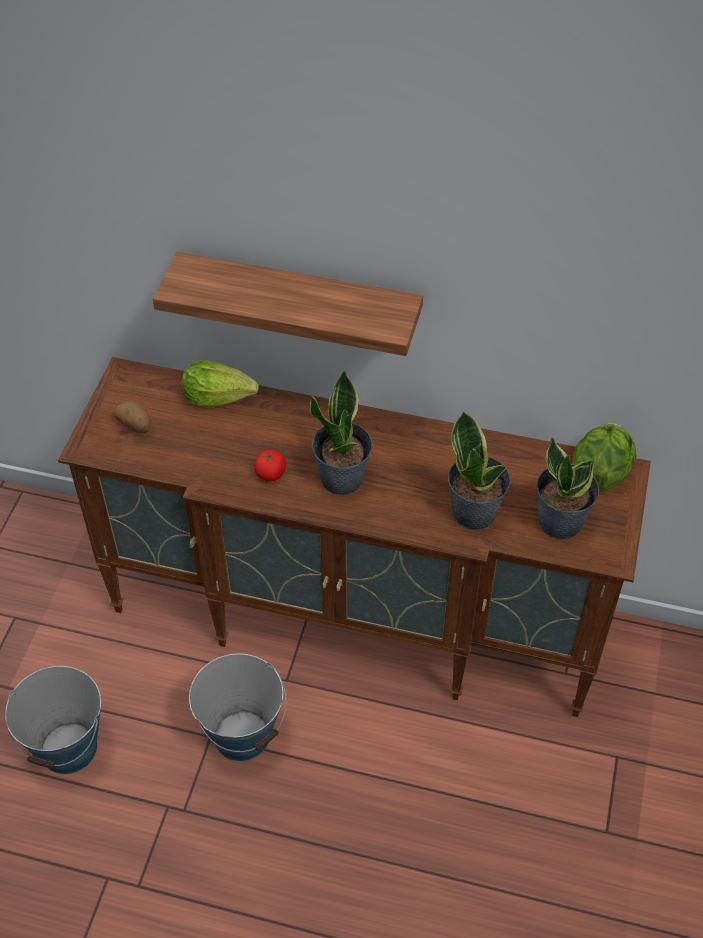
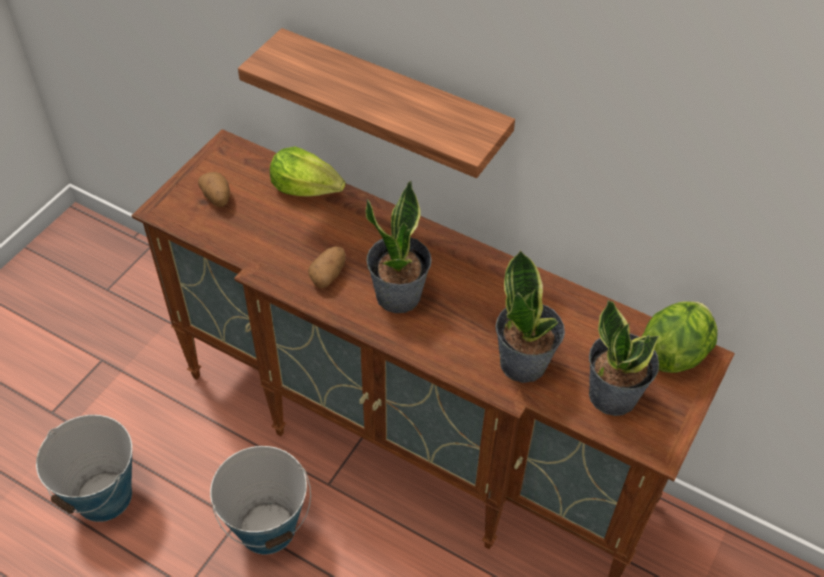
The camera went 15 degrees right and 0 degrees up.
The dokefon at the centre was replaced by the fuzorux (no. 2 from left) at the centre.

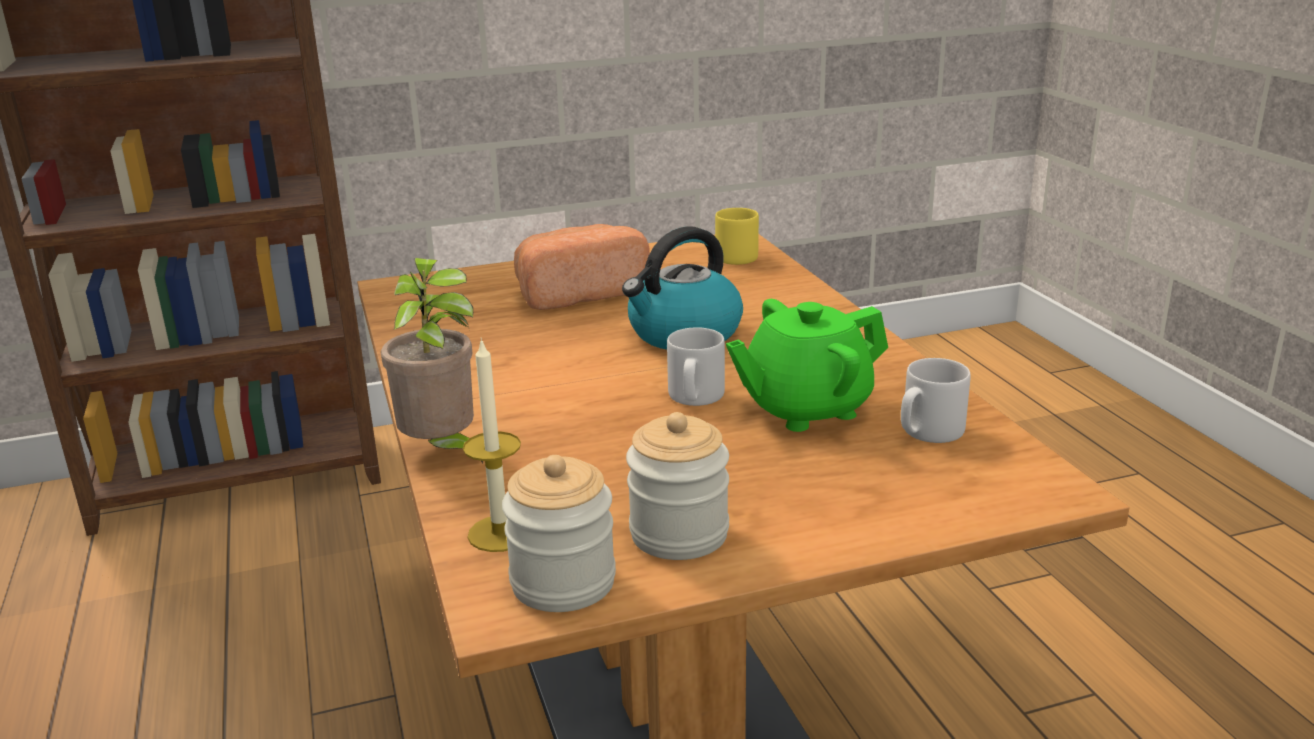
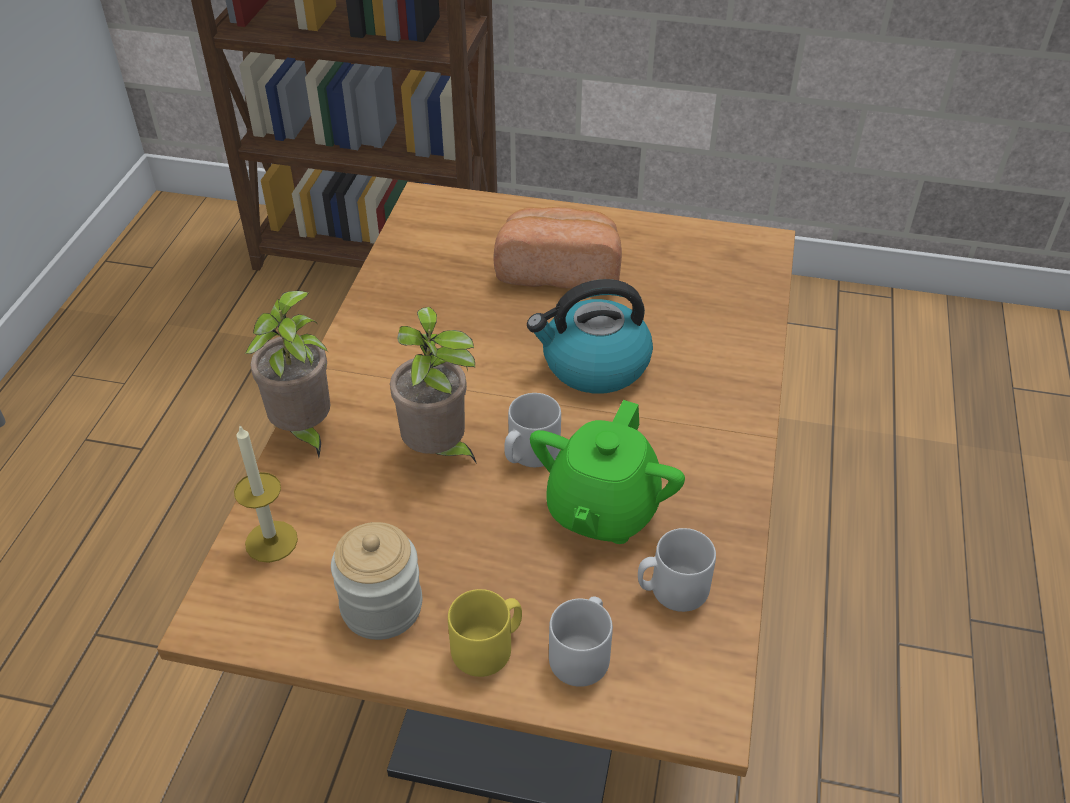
The camera went 30 degrees right and 20 degrees up.
The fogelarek (no. 1 from left) at the bottom centre disappeared.
The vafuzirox (no. 2 from left) at the centre appeared.
The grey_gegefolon (no. 2 from left) at the bottom centre appeared.
The yellow_gegefolon moved from the top centre to the bottom centre.
The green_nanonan at the centre turned 75 degrees counterclockwise.

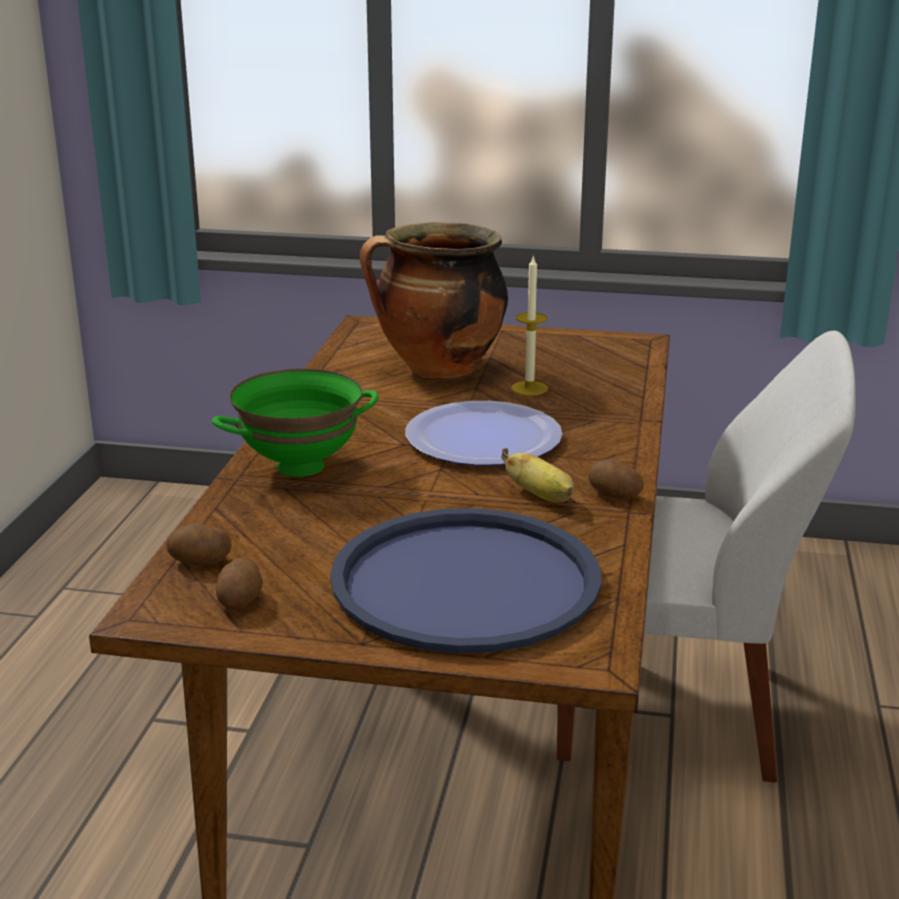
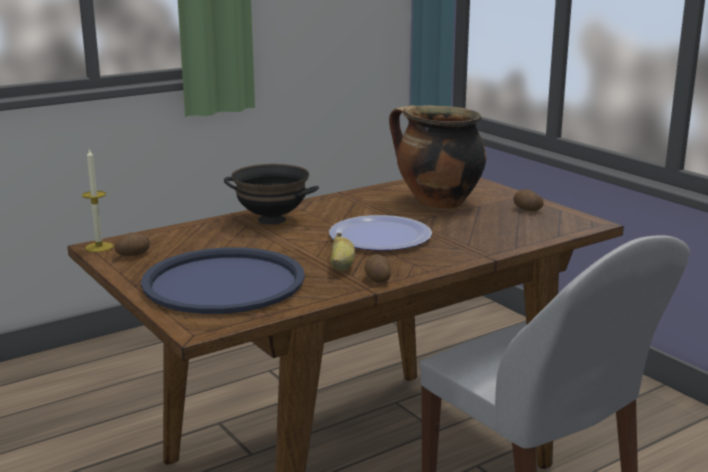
The camera went 45 degrees right and 5 degrees down.
The fuzorux (no. 1 from left in the first image) moved from the middle left to the middle right.
The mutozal moved from the centre to the middle left.
The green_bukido at the middle left became the black_bukido at the centre.

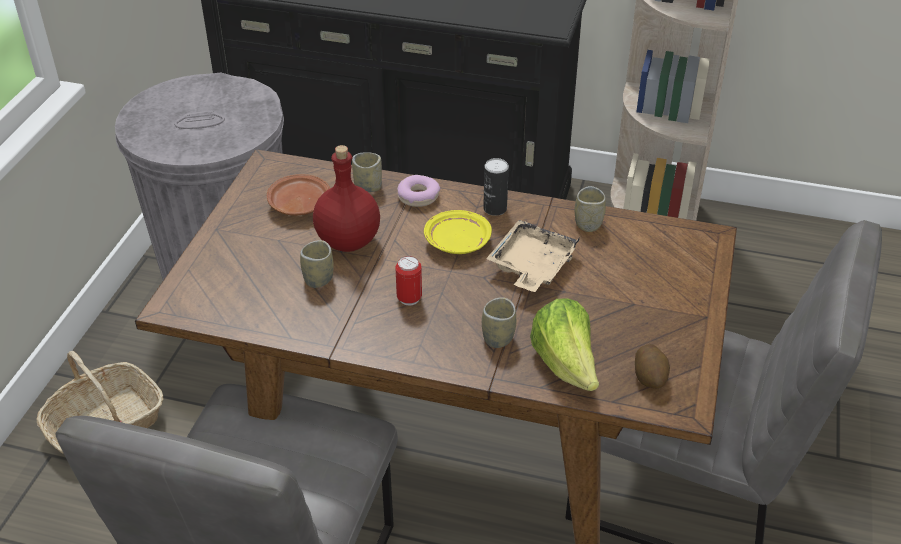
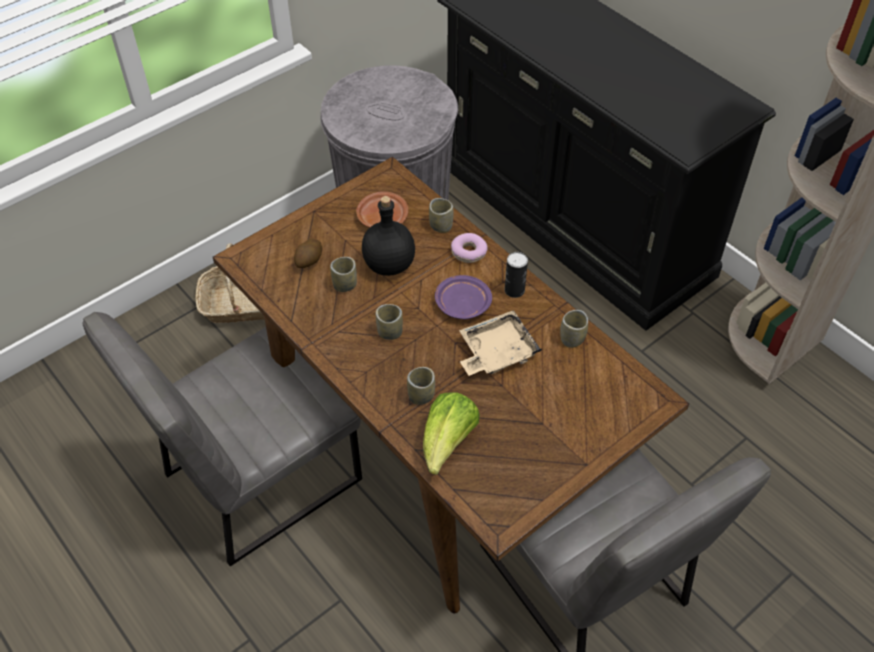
The camera went 35 degrees right and 10 degrees up.
The fuzorux moved from the bottom right to the centre.
The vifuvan (no. 1 from left) at the centre was replaced by the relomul (no. 2 from left) at the centre.
The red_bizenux at the centre became the black_bizenux at the centre.
The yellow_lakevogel at the centre became the purple_lakevogel at the centre.

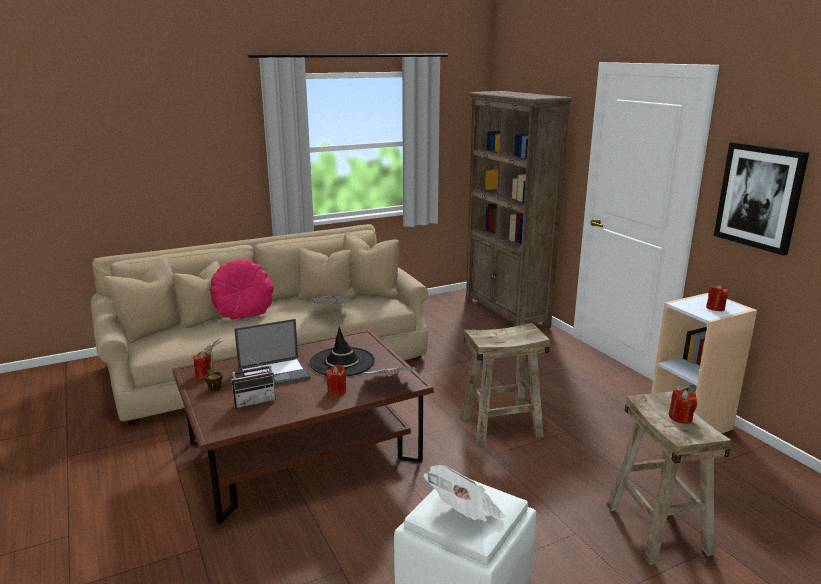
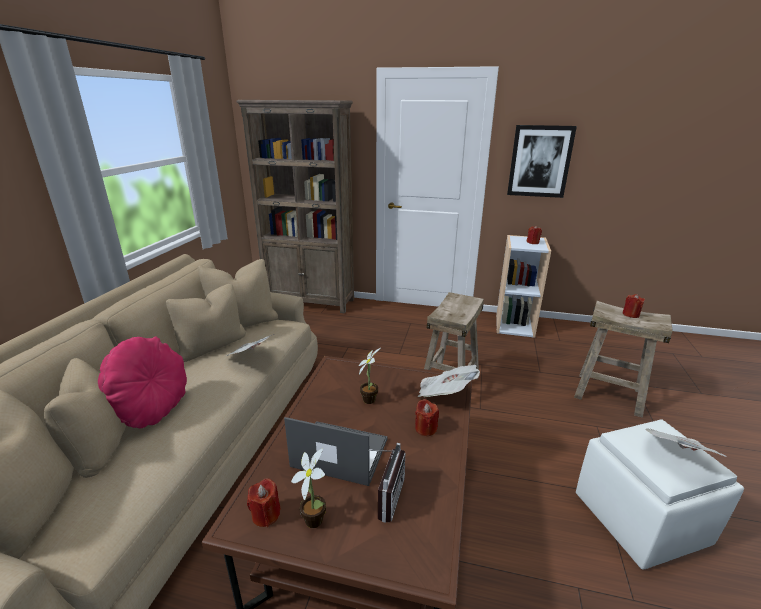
The camera went 50 degrees left and 5 degrees up.
The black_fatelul at the centre was replaced by the vafuzirox (no. 2 from left) at the centre.
The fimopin at the middle left turned 90 degrees counterclockwise.

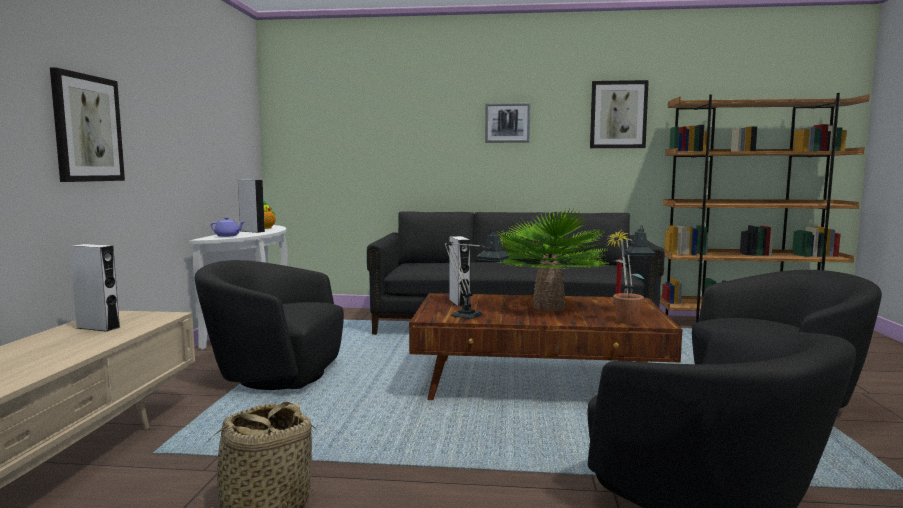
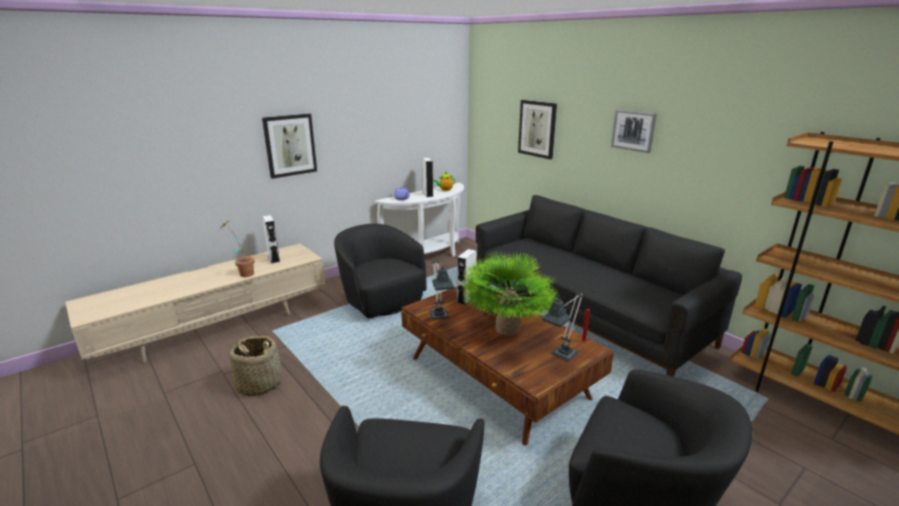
The camera went 45 degrees right and 15 degrees up.
The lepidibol (no. 3 from left in the first image) moved from the top right to the top centre.
The vafuzirox (no. 2 from left in the first image) moved from the middle right to the middle left.

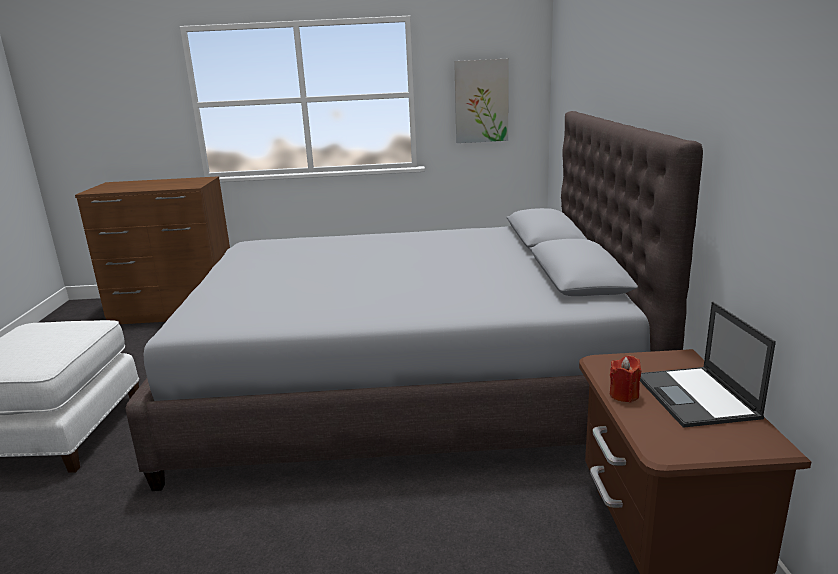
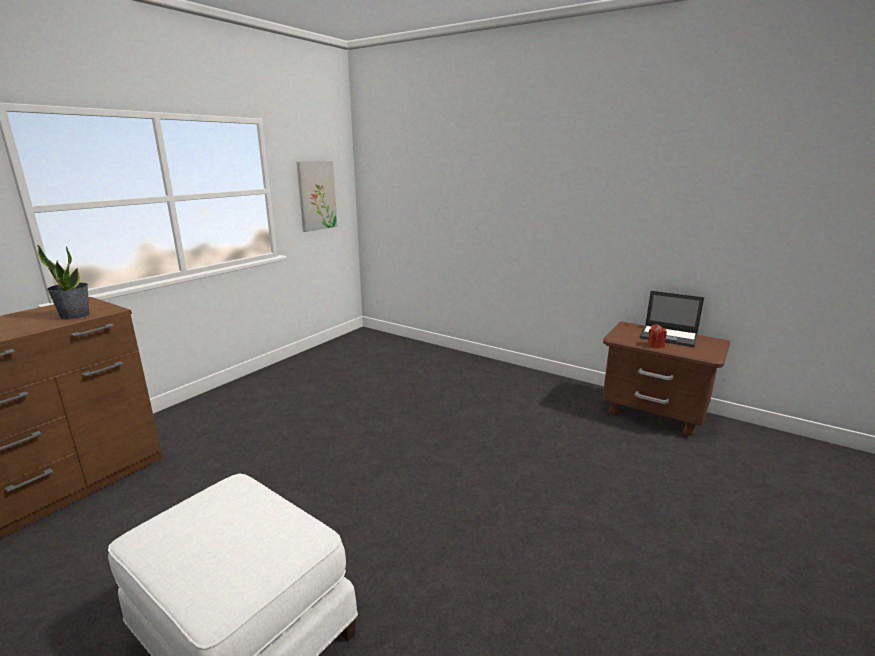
The camera went 55 degrees left and 0 degrees up.
The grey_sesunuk at the centre disappeared.
The vafuzirox at the middle left appeared.

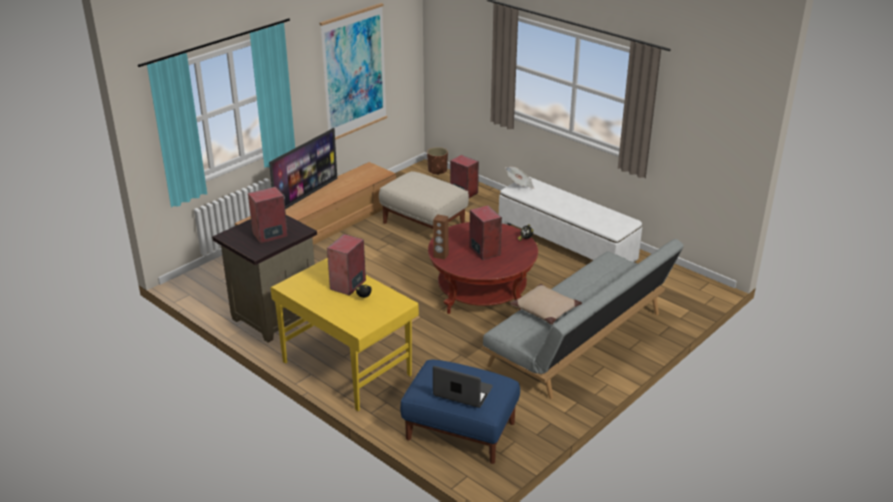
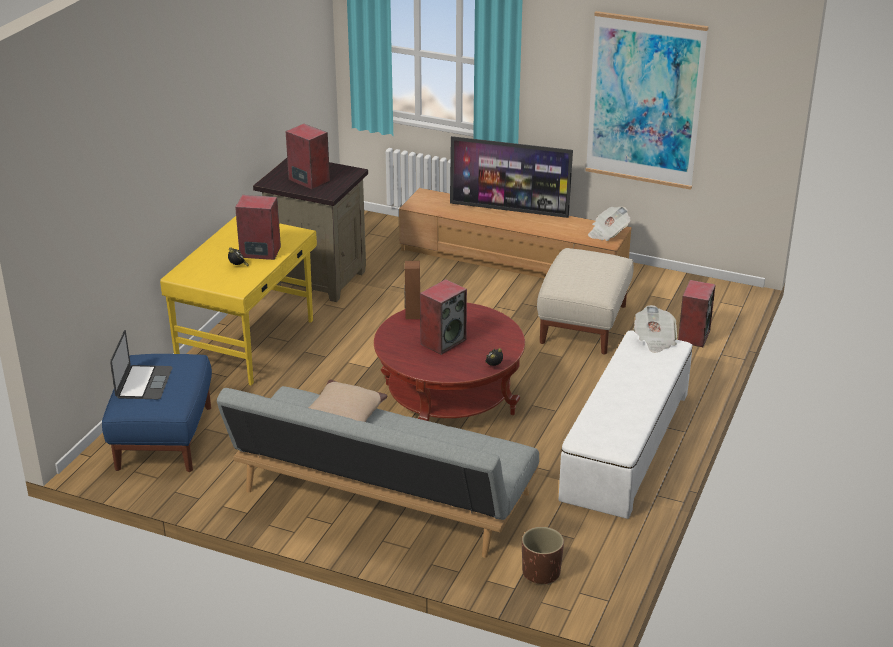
The camera went 70 degrees right and 0 degrees up.
The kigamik (no. 1 from left) at the middle right appeared.
The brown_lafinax moved from the top centre to the bottom centre.

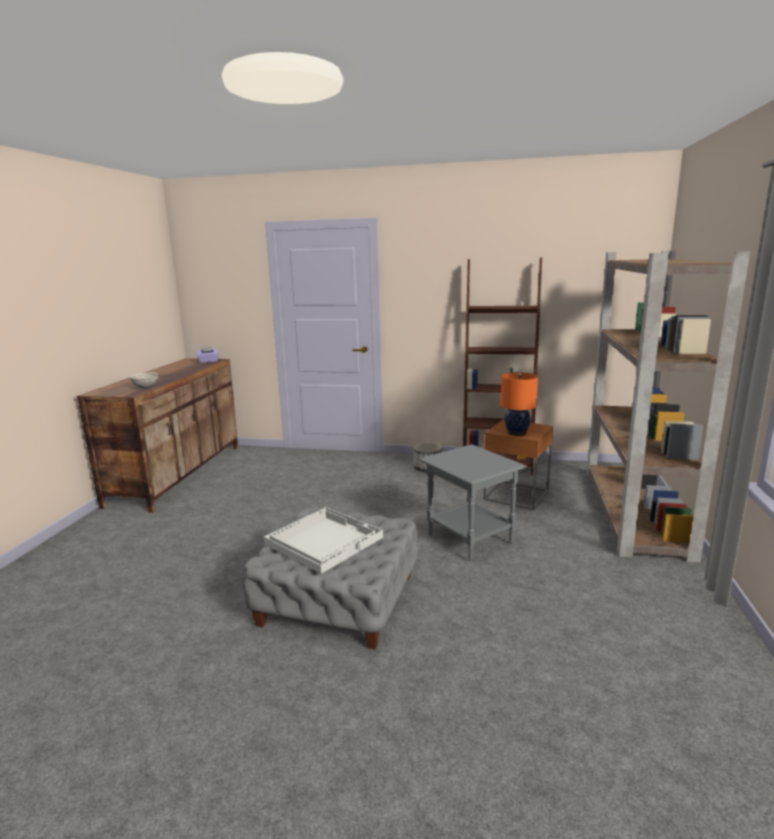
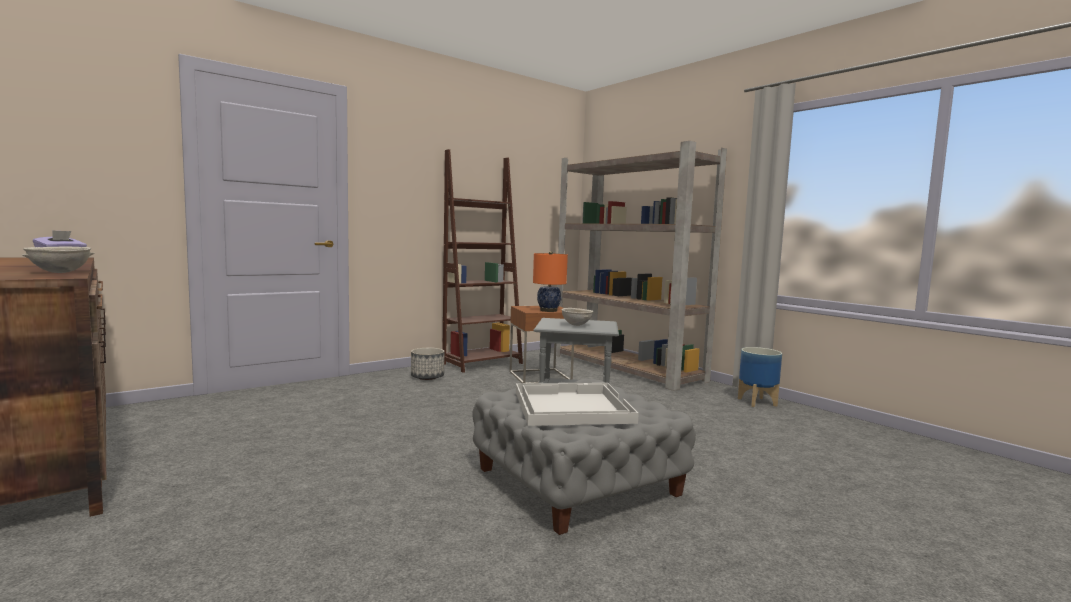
The camera went 50 degrees left and 10 degrees down.
The grey_bukido (no. 2 from left) at the centre appeared.
The lafinax (no. 2 from left) at the middle right appeared.

